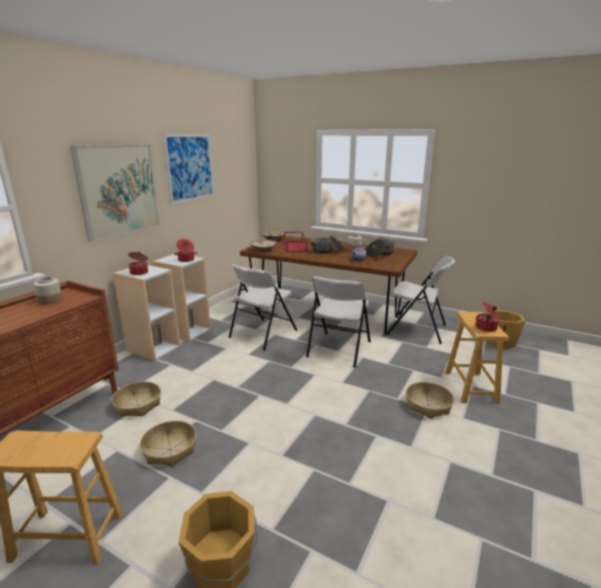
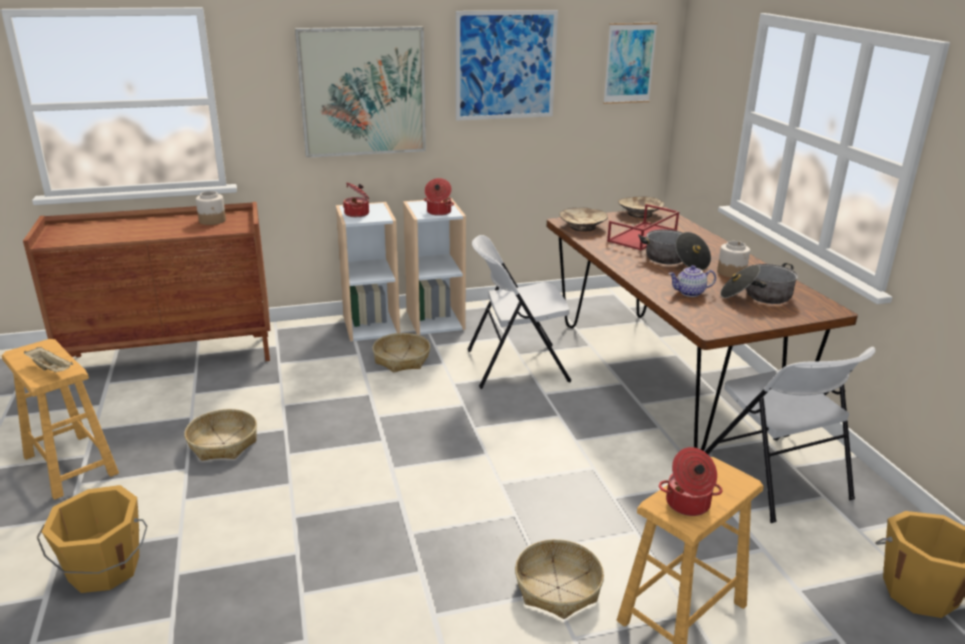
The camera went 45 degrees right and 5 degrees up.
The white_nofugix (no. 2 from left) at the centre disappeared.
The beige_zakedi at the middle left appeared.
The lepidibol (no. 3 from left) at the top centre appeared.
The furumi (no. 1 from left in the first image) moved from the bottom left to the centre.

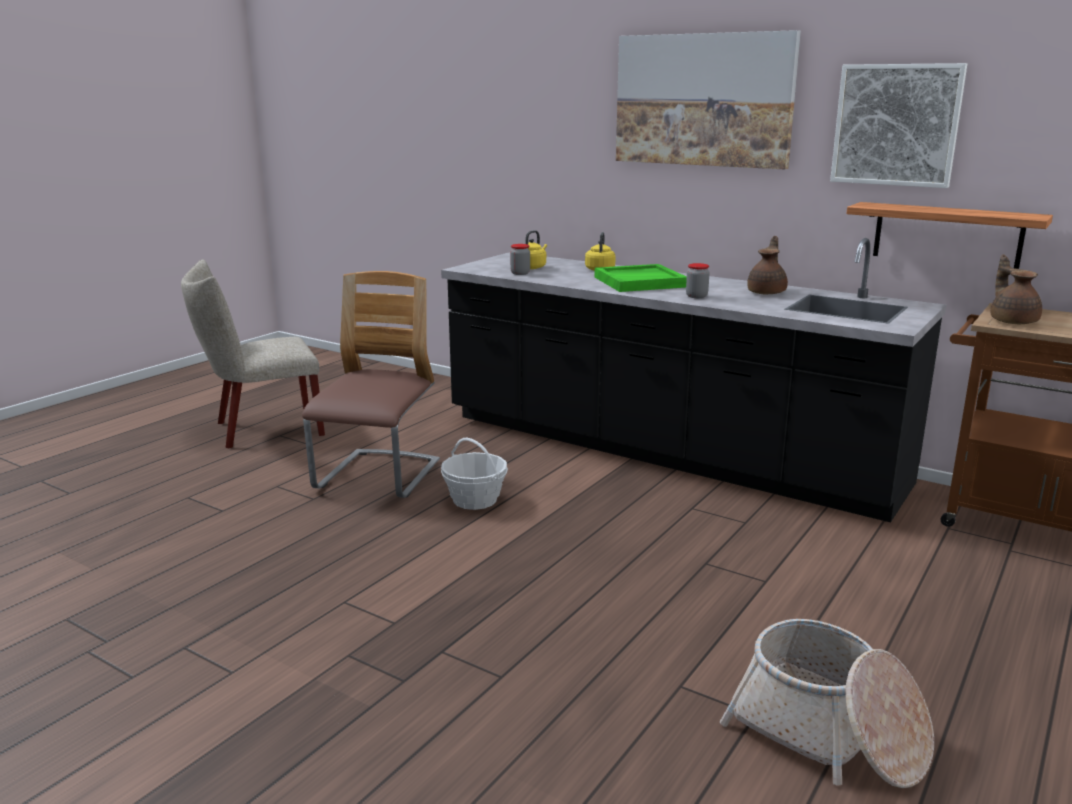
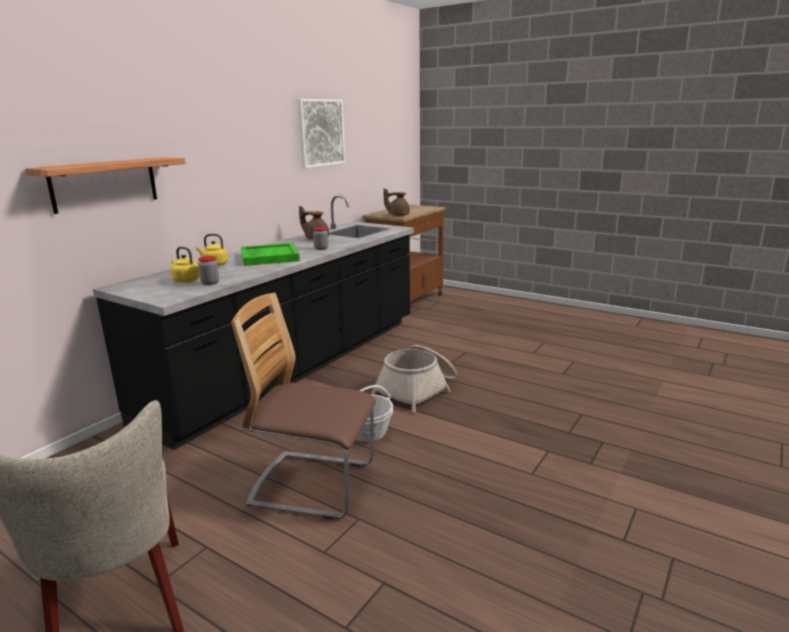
The camera went 90 degrees left and 0 degrees up.
The lepidibol (no. 1 from left) at the top centre disappeared.
The furumi (no. 2 from left) moved from the bottom right to the centre.
The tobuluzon moved from the top right to the top left.

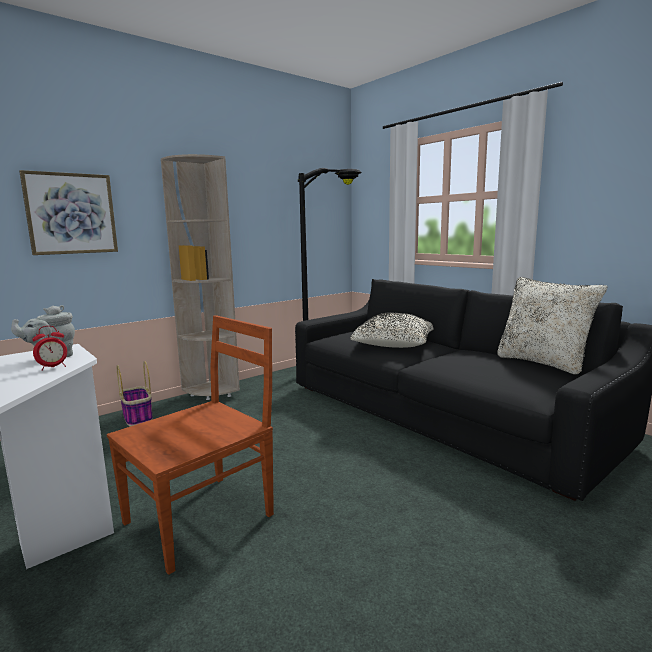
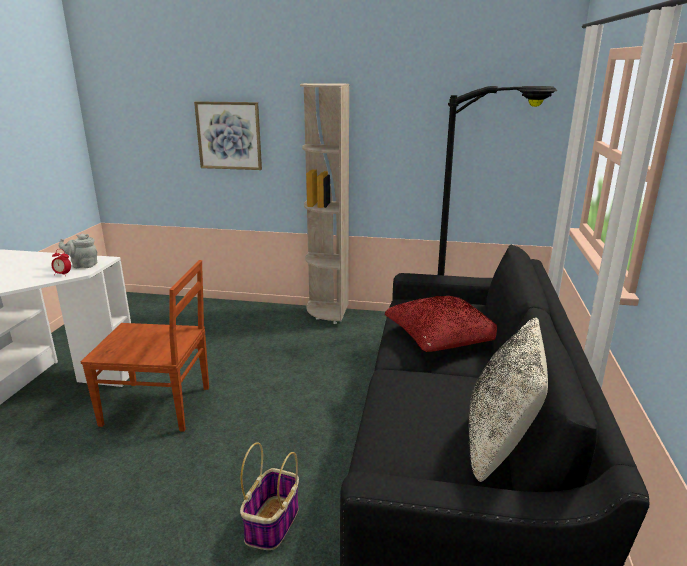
The camera went 50 degrees right and 10 degrees up.
The furumi moved from the middle left to the bottom centre.
The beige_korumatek (no. 1 from left) at the centre became the red_korumatek at the centre.

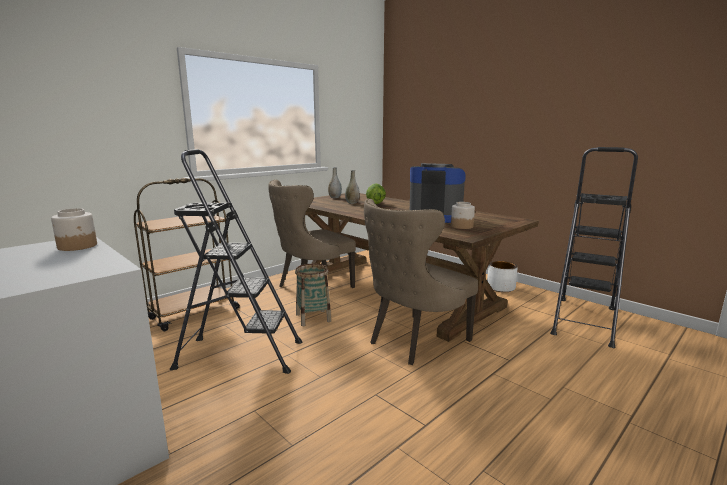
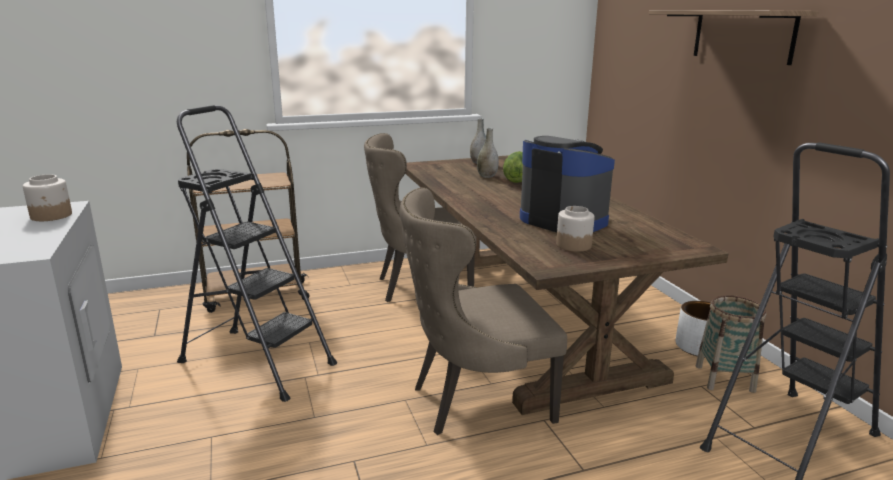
The camera went 25 degrees right and 5 degrees up.
The tobuluzon at the top right appeared.
The furumi moved from the centre to the bottom right.

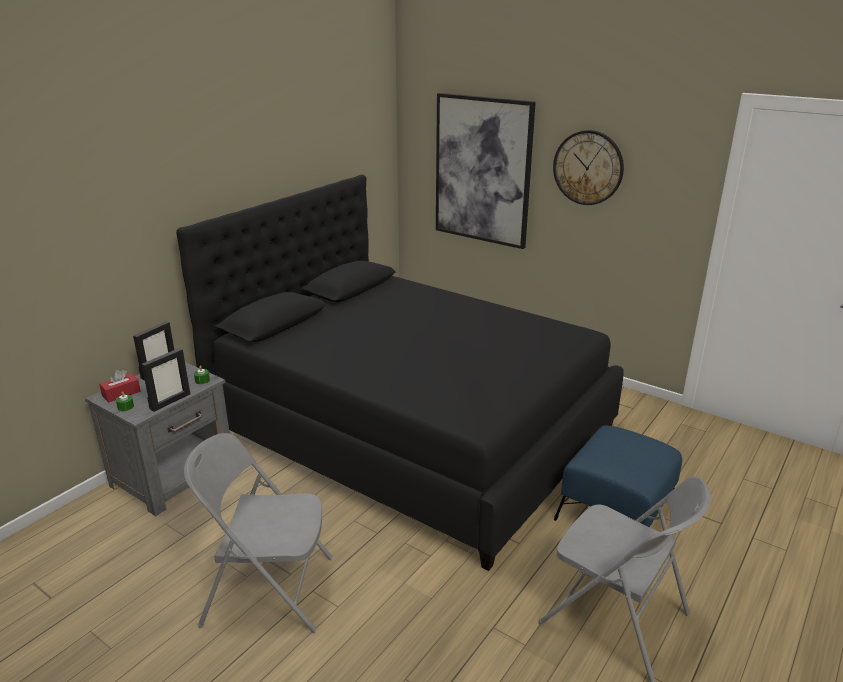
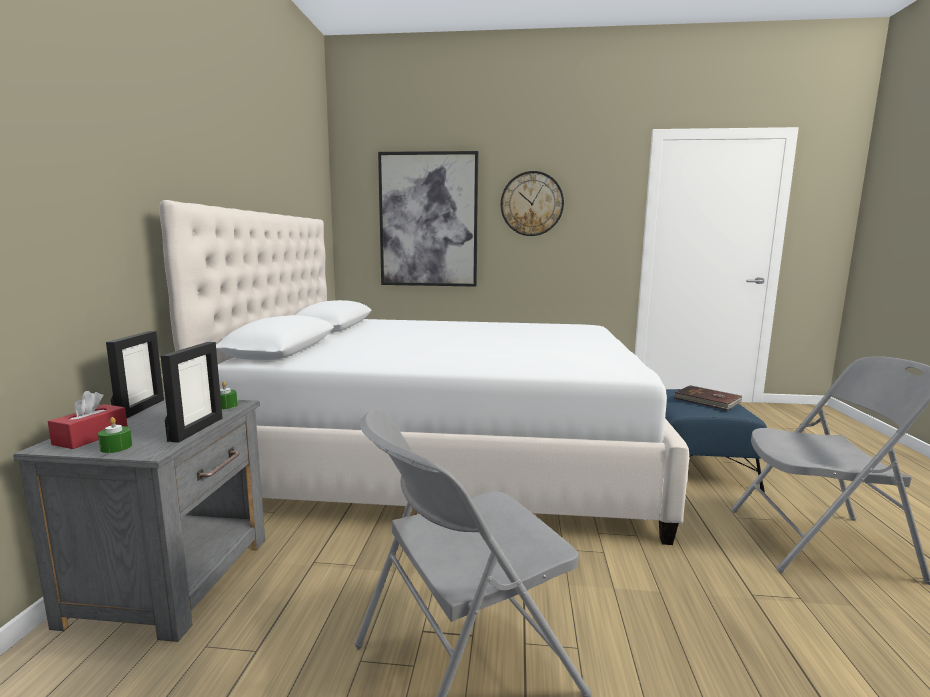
The camera went 30 degrees left and 15 degrees down.
The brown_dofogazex at the middle right appeared.
The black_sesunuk at the centre became the white_sesunuk at the centre.

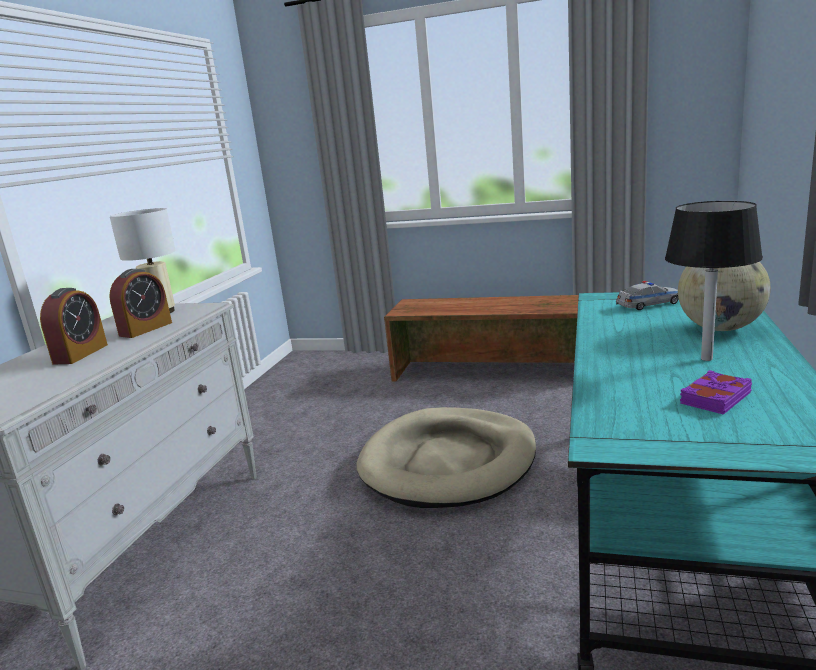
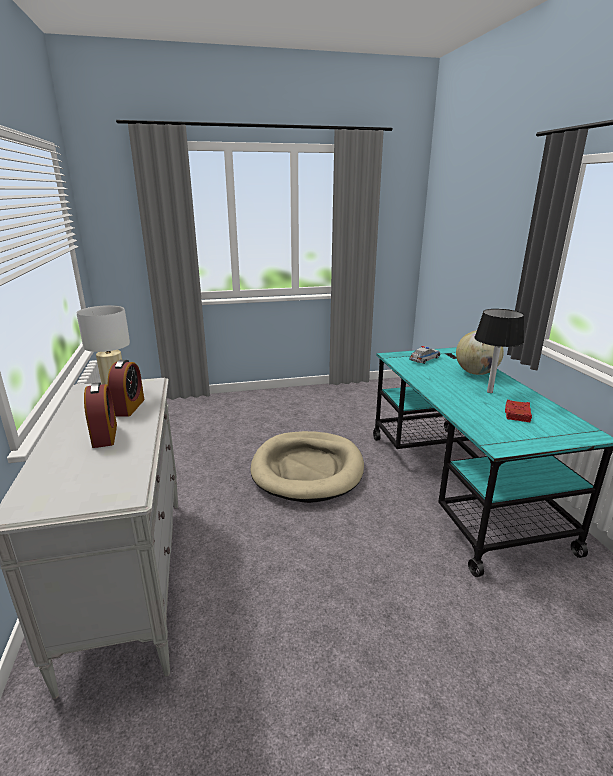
The camera went 30 degrees left and 5 degrees up.
The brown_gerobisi at the centre disappeared.
The purple_dofogazex at the middle right became the red_dofogazex at the middle right.

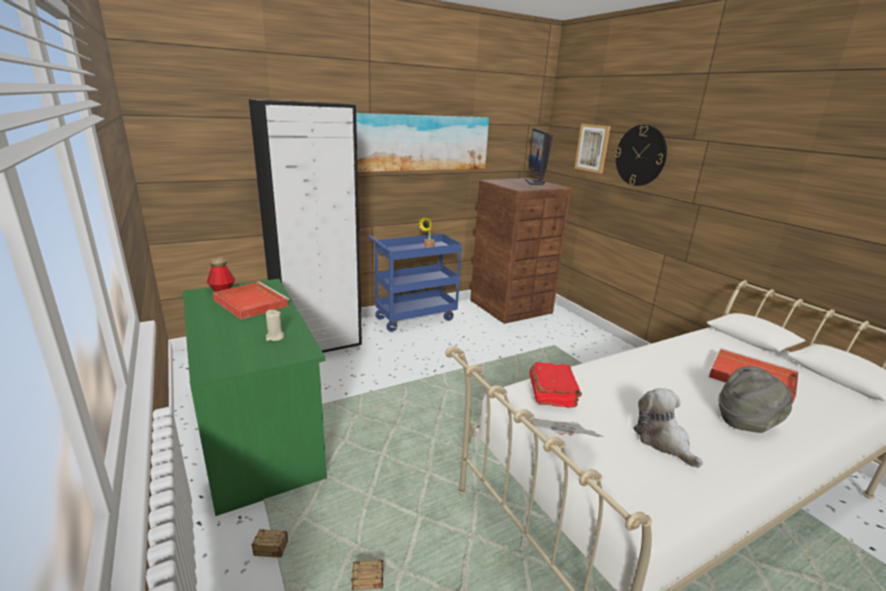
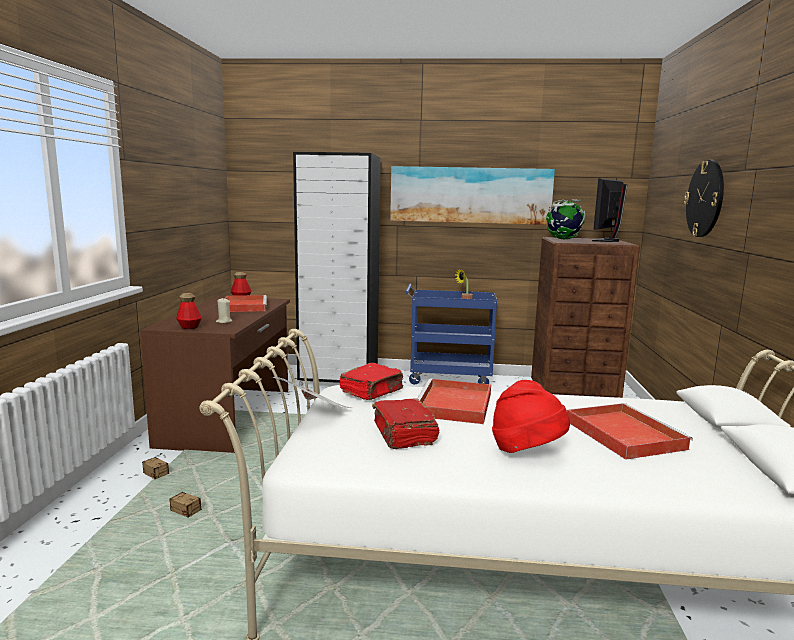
The camera went 35 degrees right and 10 degrees down.
The lepidibol (no. 2 from left) at the top right disappeared.
The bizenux (no. 1 from left) at the middle left appeared.
The red_zakedi (no. 2 from left) at the centre appeared.
The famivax at the middle right appeared.
The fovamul at the bottom right was replaced by the red_dofogazex (no. 2 from left) at the centre.
The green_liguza at the bottom left became the brown_liguza at the middle left.
The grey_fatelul at the bottom right became the red_fatelul at the middle right.

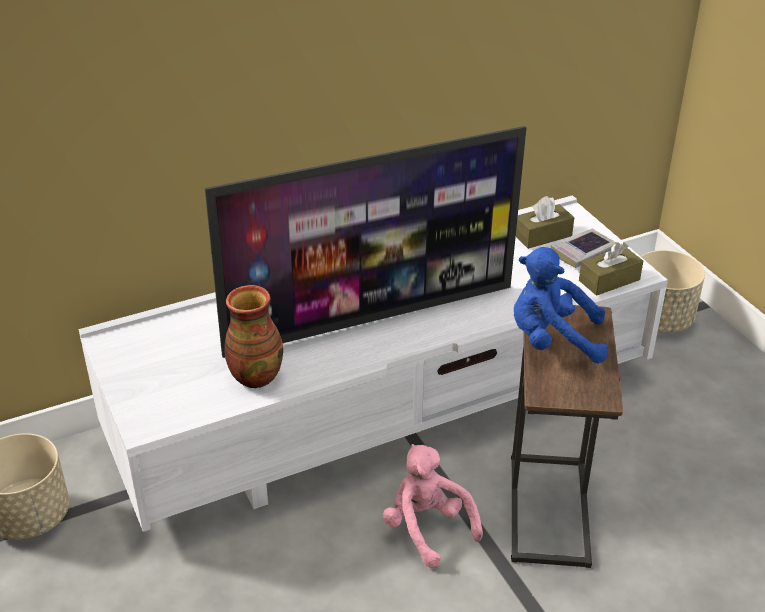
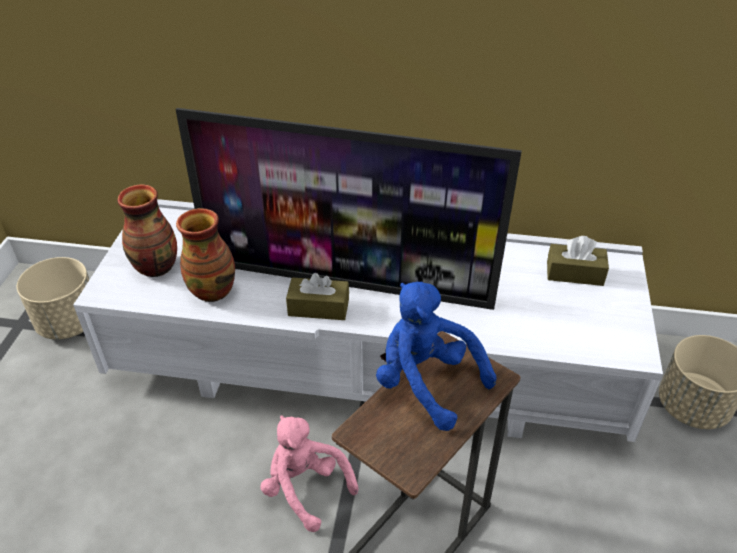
The camera went 35 degrees right and 5 degrees up.
The dofogazex at the middle right disappeared.
The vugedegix (no. 1 from left) at the middle left appeared.
The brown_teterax (no. 2 from left in the first image) moved from the middle right to the centre.
The pink_fovamul at the bottom centre turned 45 degrees counterclockwise.

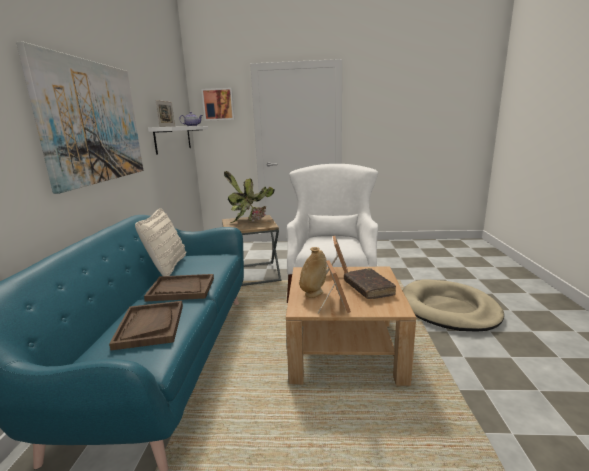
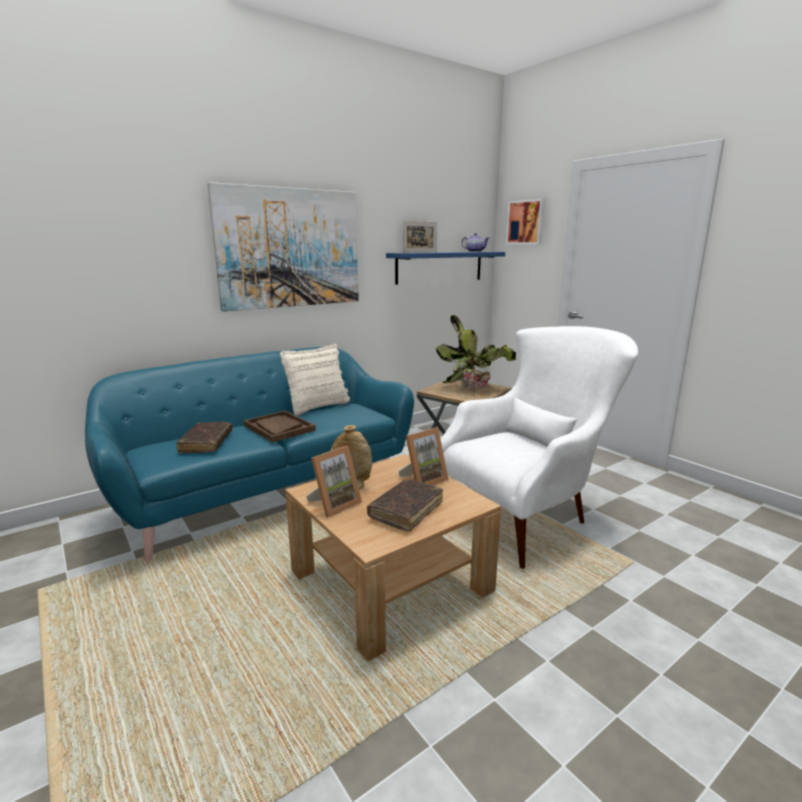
The camera went 50 degrees right and 0 degrees up.
The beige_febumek at the middle right disappeared.
The brown_zakedi (no. 1 from left) at the bottom left was replaced by the brown_dofogazex (no. 1 from left) at the middle left.
The white_tobuluzon at the top left became the blue_tobuluzon at the centre.

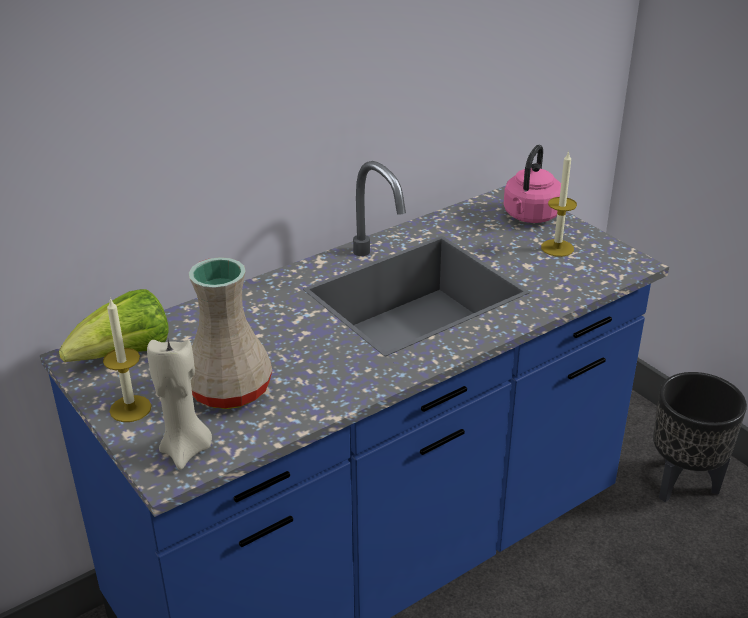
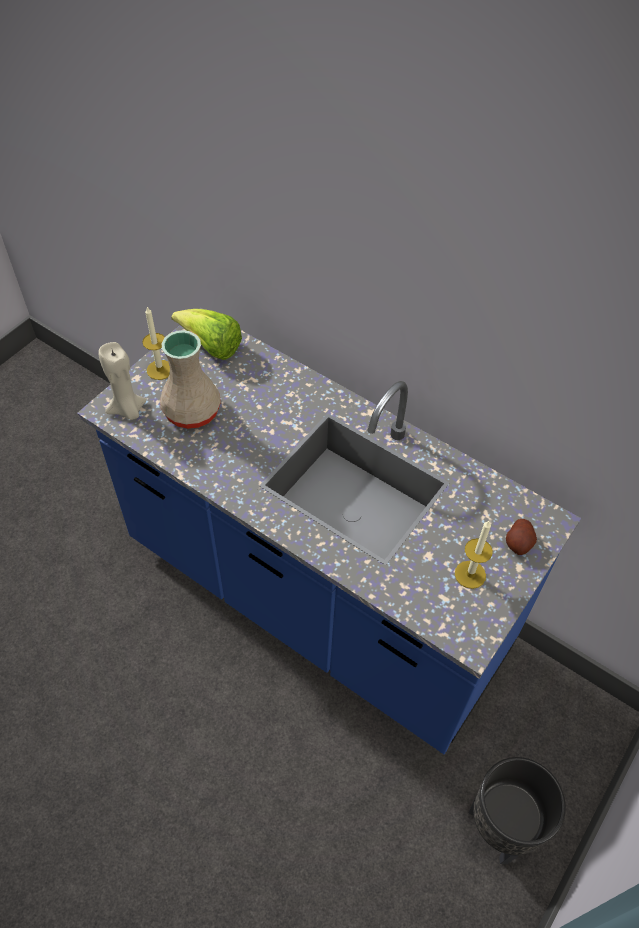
The camera went 70 degrees right and 20 degrees up.
The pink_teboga at the top right was replaced by the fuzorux at the middle right.

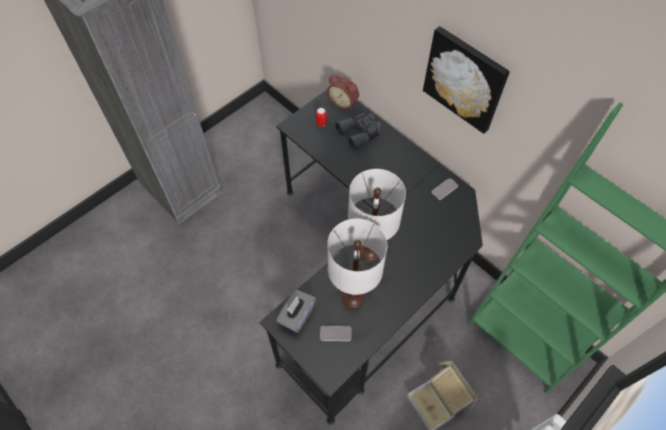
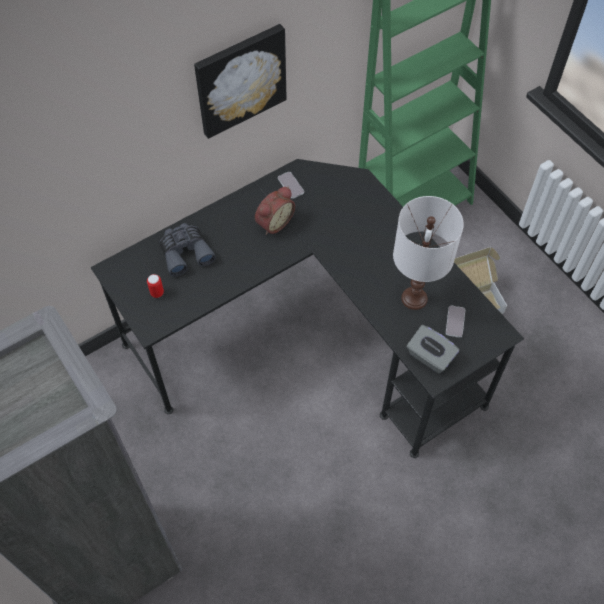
The camera went 80 degrees left and 0 degrees up.
The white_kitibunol (no. 2 from left) at the centre disappeared.
The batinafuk moved from the top centre to the centre.

